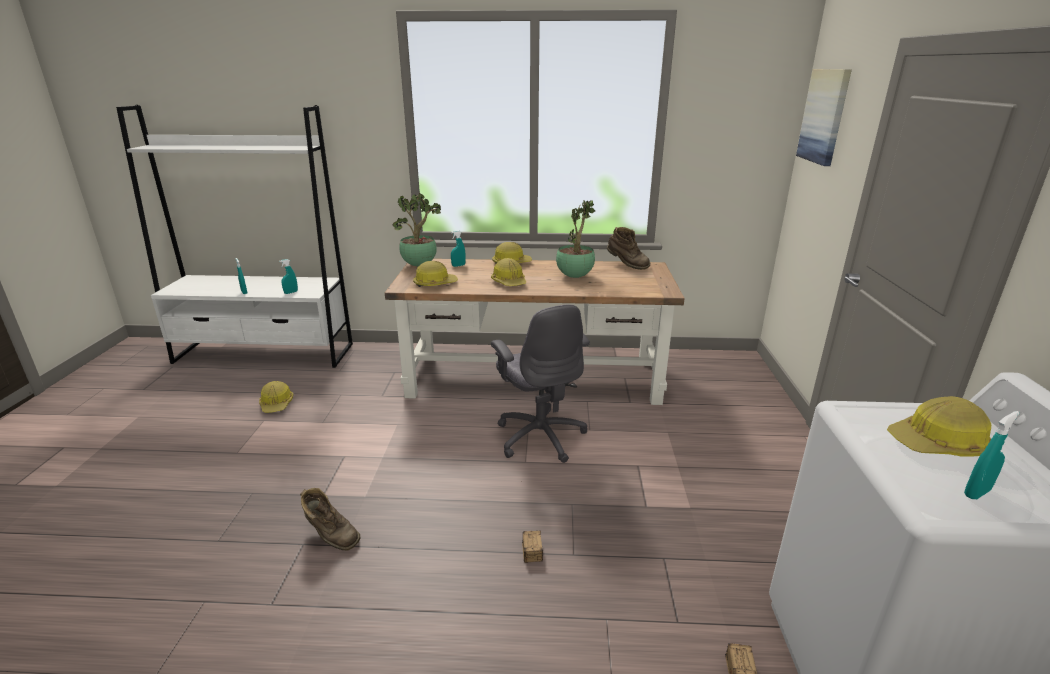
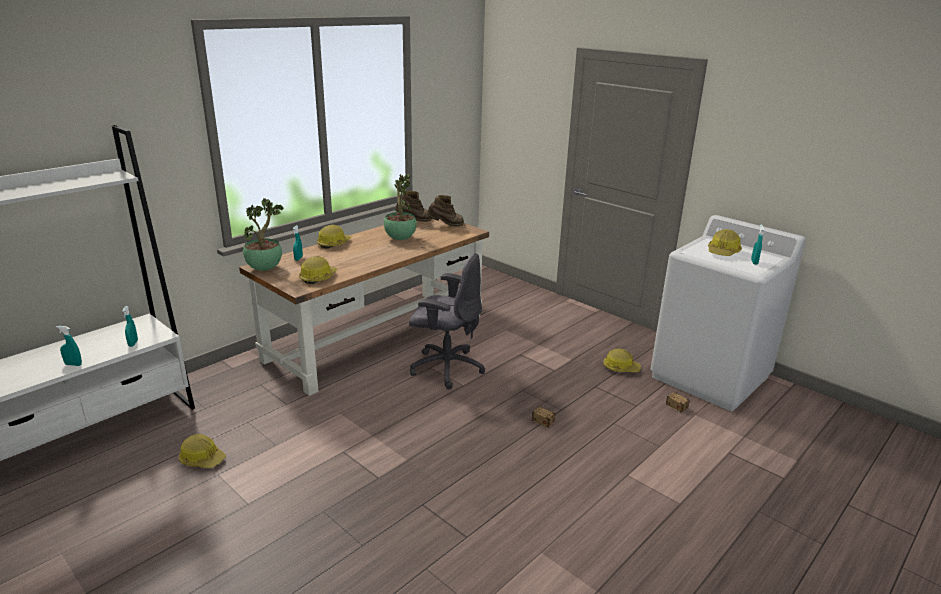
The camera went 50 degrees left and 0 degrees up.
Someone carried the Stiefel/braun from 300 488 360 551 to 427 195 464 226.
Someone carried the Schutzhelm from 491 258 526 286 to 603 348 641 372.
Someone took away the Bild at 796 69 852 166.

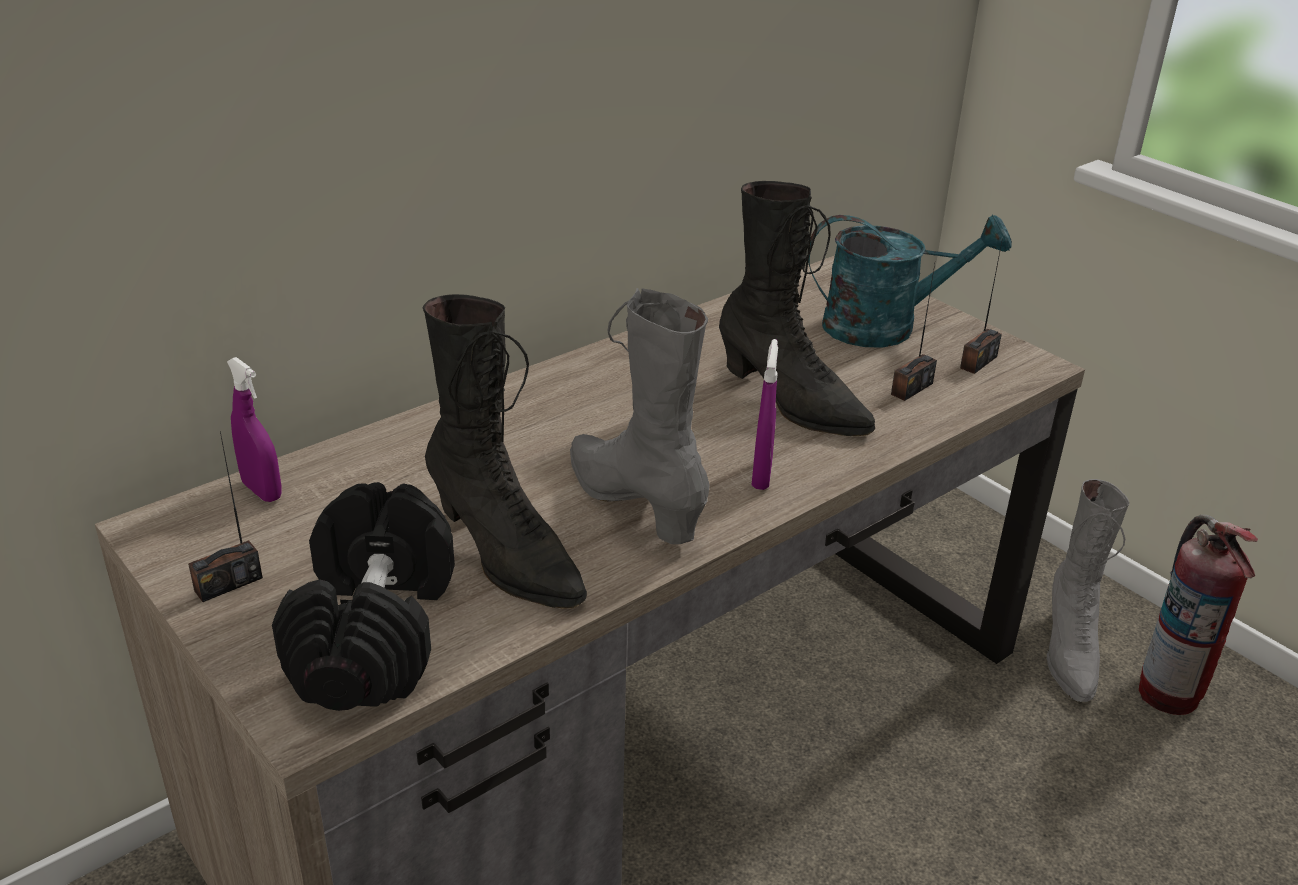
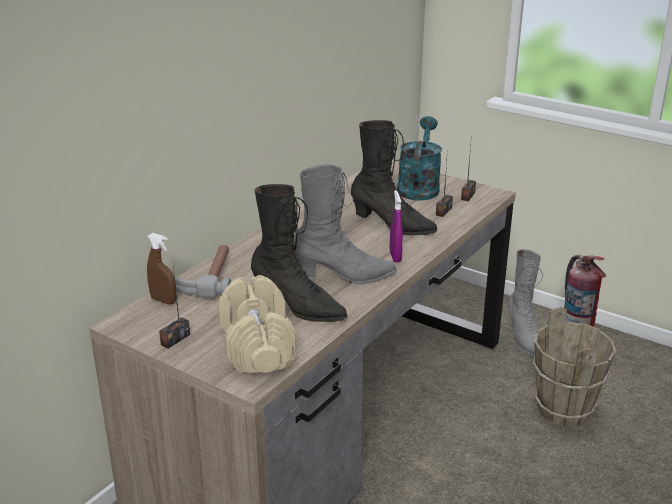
The camera went 15 degrees left and 5 degrees down.
Someone repainted the Sprühflasche/lila at 227 357 281 502, which became the Sprühflasche/braun at 147 233 176 304.
Someone put down the Hammer at 175 245 231 298.
Someone repainted the Hantel/schwarz at 272 482 455 711, which became the Hantel/beige at 218 275 297 373.
Someone rotated the Stiefel/grau at 570 288 710 544 by 135 degrees clockwise.
Someone rotated the Gießkanne/türkis at 808 215 1012 347 by 60 degrees counterclockwise.
Someone put down the Eimer/braun at 533 307 616 426.

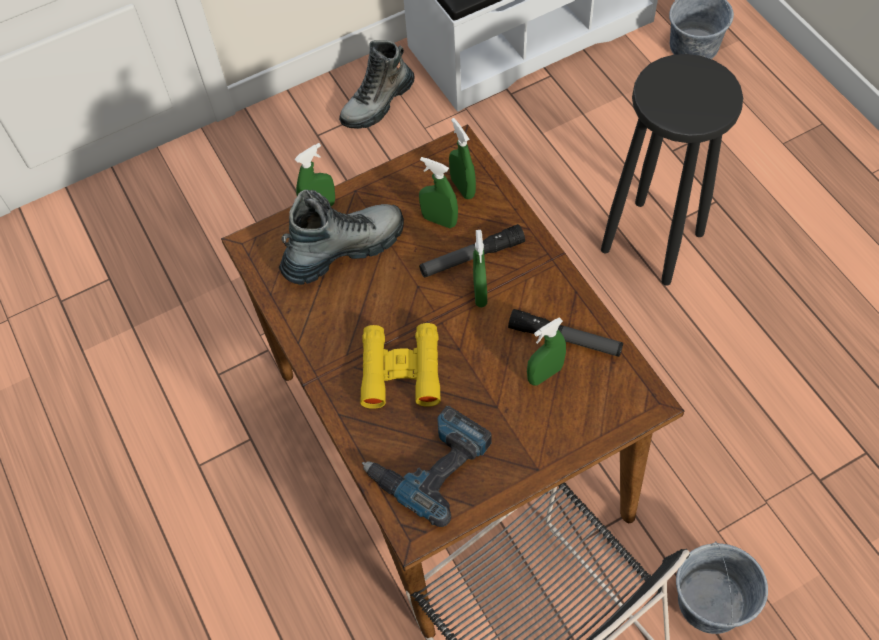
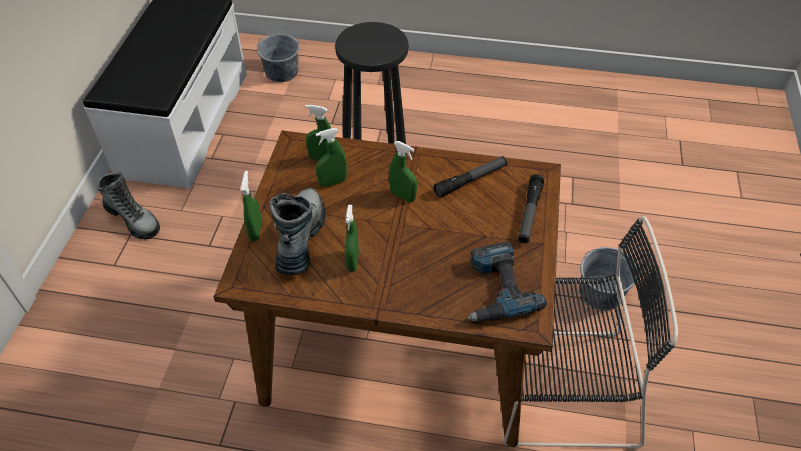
The camera went 55 degrees left and 10 degrees down.
Someone rotated the Stiefel at 339 40 415 129 by 45 degrees counterclockwise.
Someone carried the Sprühflasche/grün from 527 317 566 386 to 345 205 359 272.
Someone carried the Taschenlampe from 419 224 525 277 to 518 174 544 244.
Someone took away the Fernglas/gelb at 360 323 441 409.

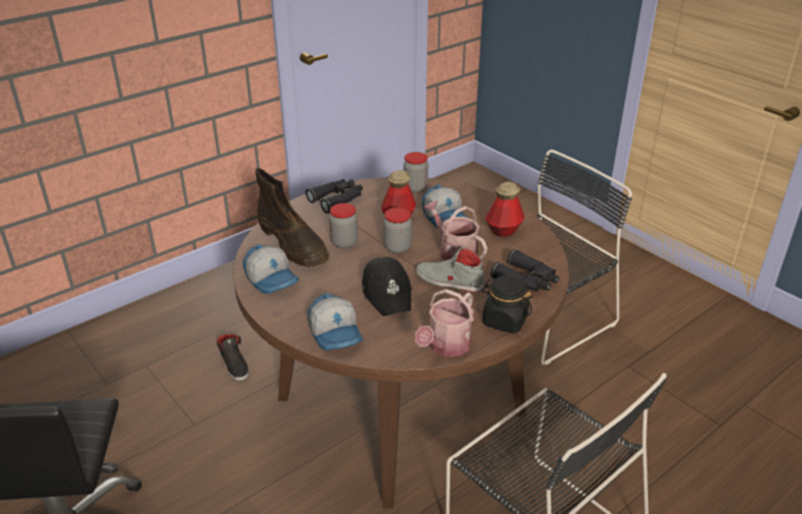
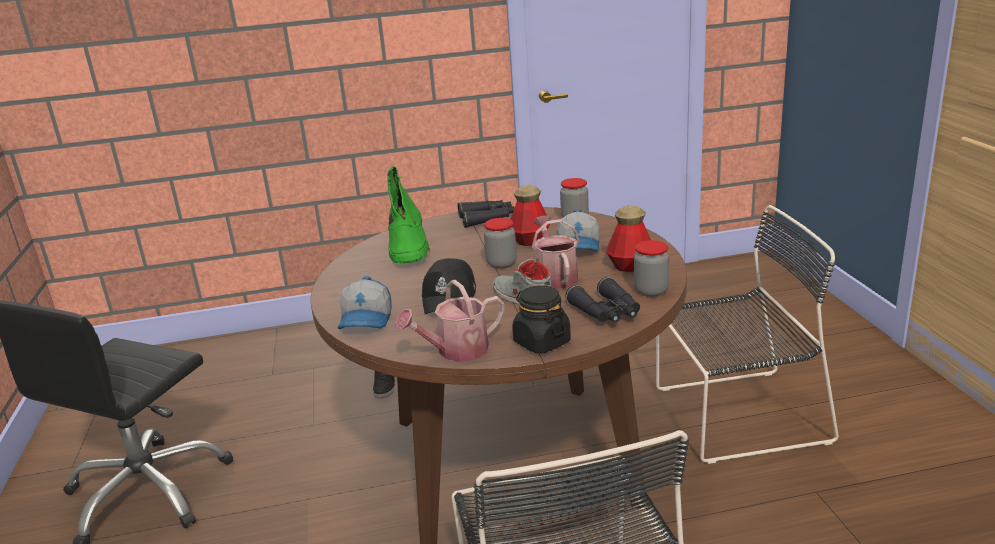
The camera went 30 degrees right and 10 degrees down.
Someone repainted the Stiefel/braun at 255 168 330 267, which became the Stiefel/grün at 387 167 430 264.
Someone carried the Vorratsglas from 329 203 358 249 to 634 240 669 297.
Someone took away the Kappe at 243 244 299 294.

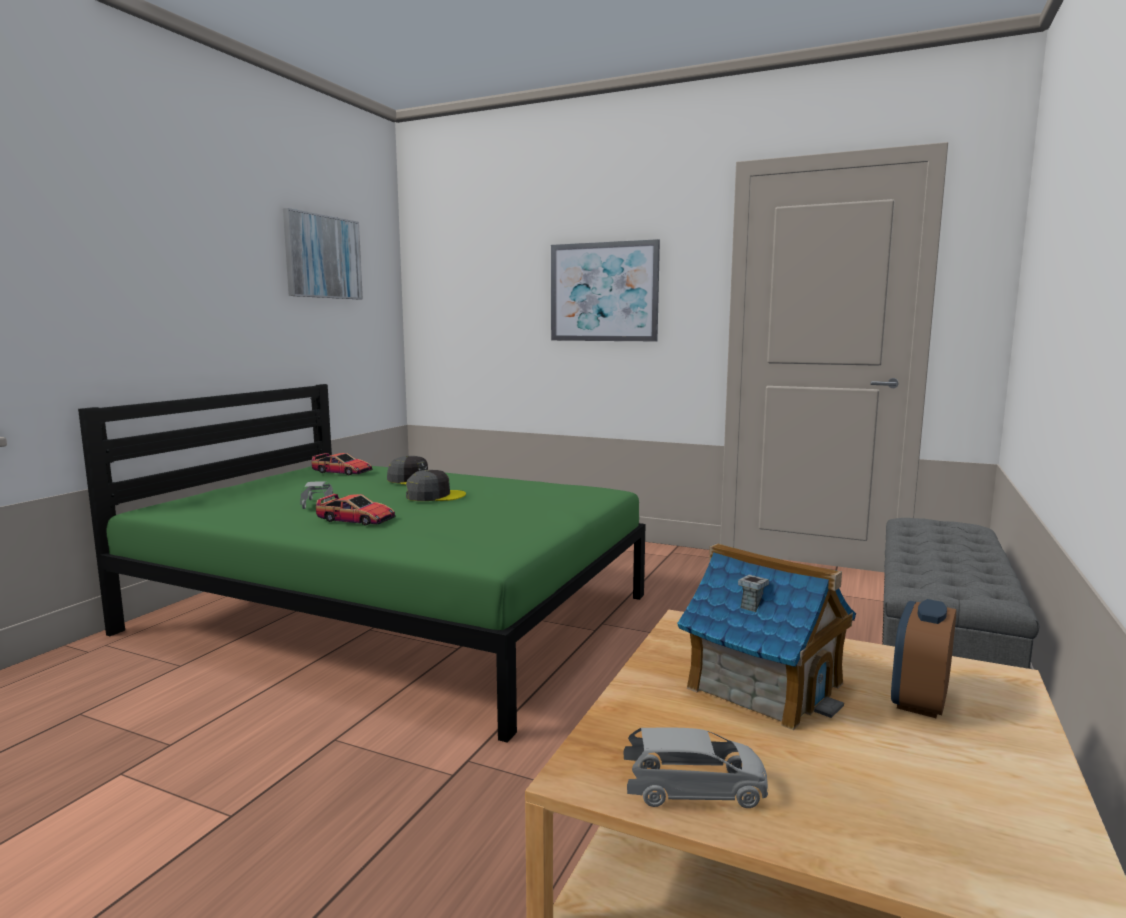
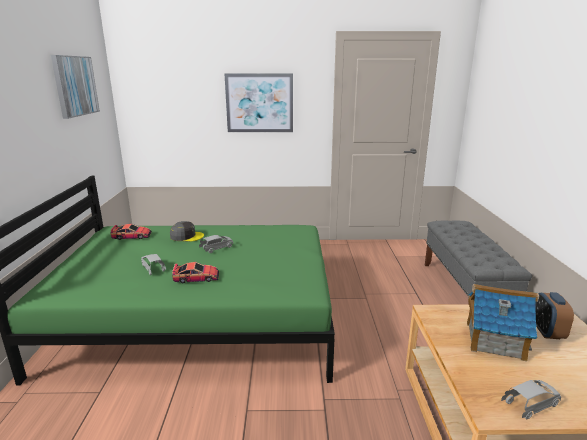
The camera went 25 degrees left and 10 degrees up.
Someone swapped the Kappe/grau at 406 470 466 501 for the Spielzeugauto/grau at 199 235 233 253.

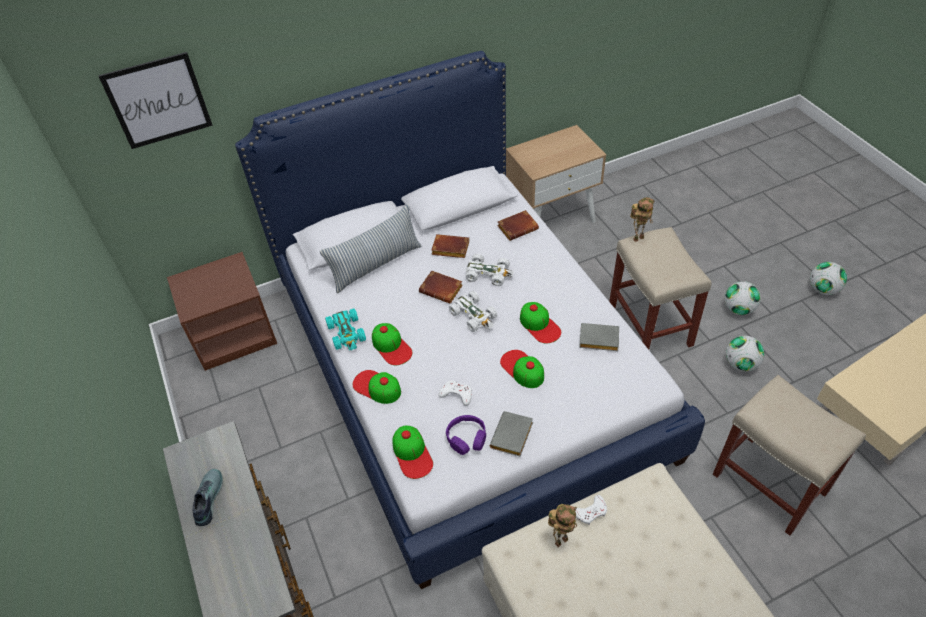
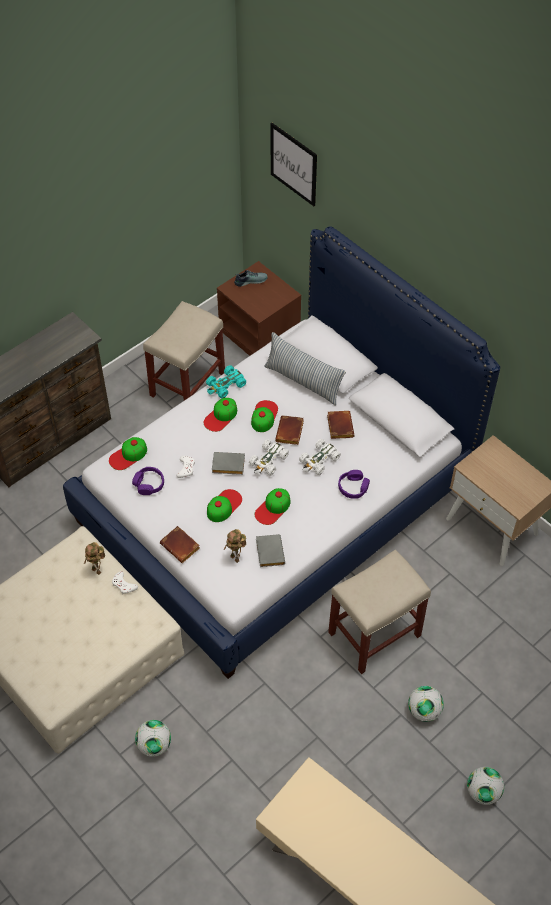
The camera went 70 degrees right and 5 degrees up.
Someone carried the Fußball from 726 336 764 372 to 135 720 171 757.
Someone carried the Hocker/beige from 713 375 866 536 to 143 301 225 400.
Someone carried the Buch/braun from 497 210 539 241 to 160 526 200 563.
Someone carried the Buch/grau from 489 411 533 457 to 212 452 245 475.
Someone carried the Spielzeugroboter from 630 197 654 242 to 224 529 246 563.
Someone carried the Schuh from 193 469 223 526 to 234 270 268 287.
Someone carried the Kappe from 353 370 401 404 to 251 400 278 432.
Someone rotated the Spielzeugauto/weiß at 465 254 514 286 by 45 degrees clockwise.
Someone put down the Kopfhörer/lila at 338 470 370 499.

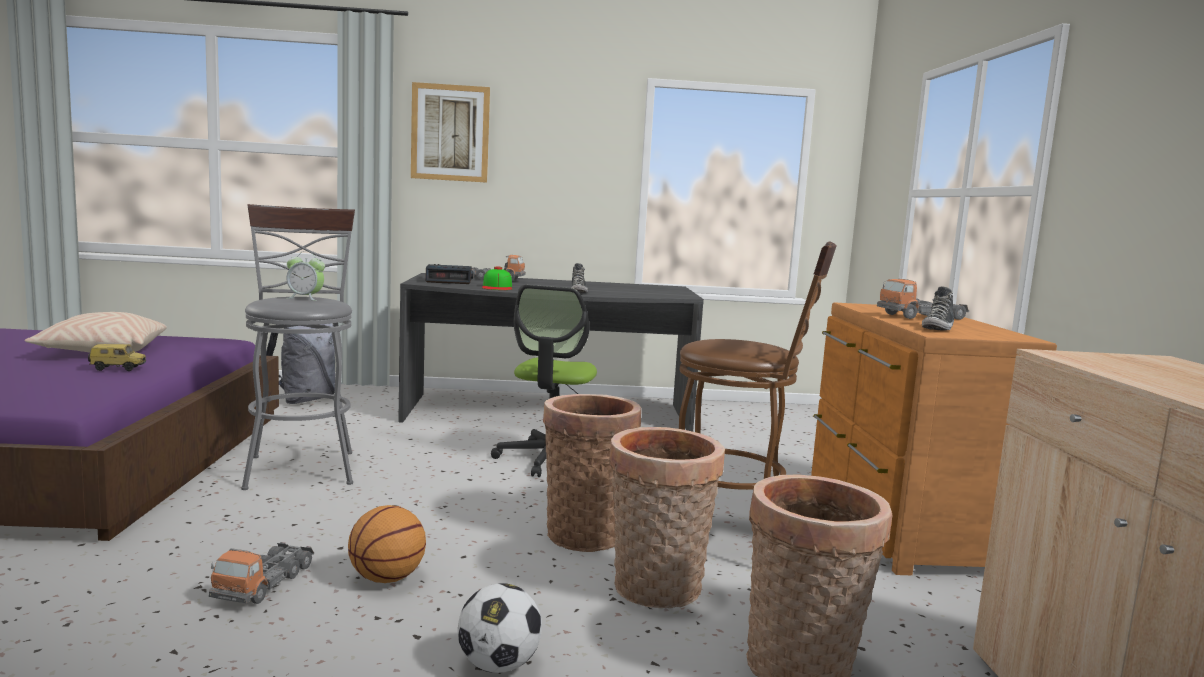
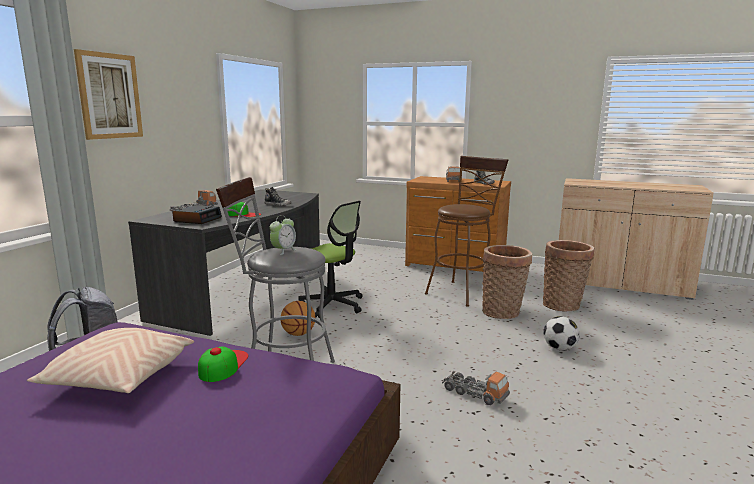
The camera went 65 degrees left and 5 degrees up.
Someone swapped the Spielzeugauto at 88 344 146 371 for the Kappe at 198 347 248 382.
Someone carried the Basketball from 348 505 426 583 to 281 301 316 336.
Someone took away the Korb at 543 394 641 552.

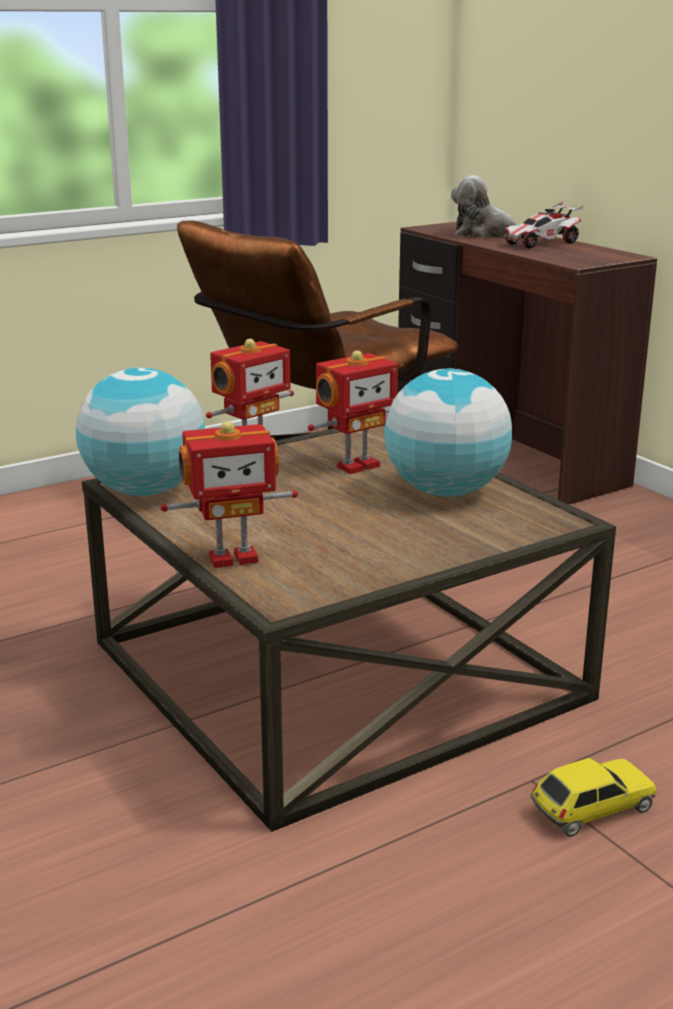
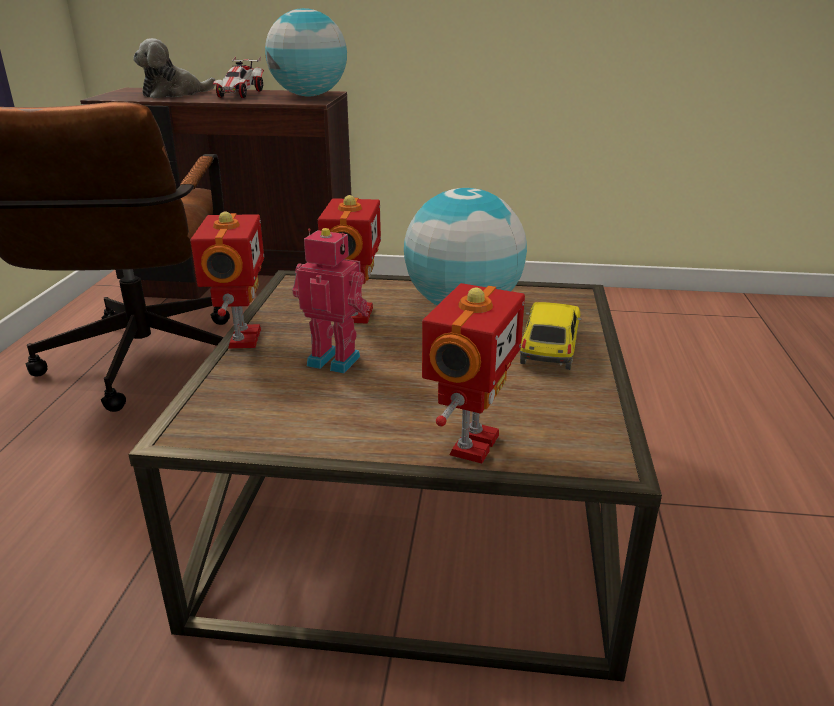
The camera went 50 degrees left and 5 degrees up.
Someone carried the Globus from 76 367 205 496 to 265 8 347 96.
Someone put down the Spielzeugroboter at 292 228 370 373.
Someone carried the Spielzeugauto from 530 758 657 837 to 520 302 581 370.

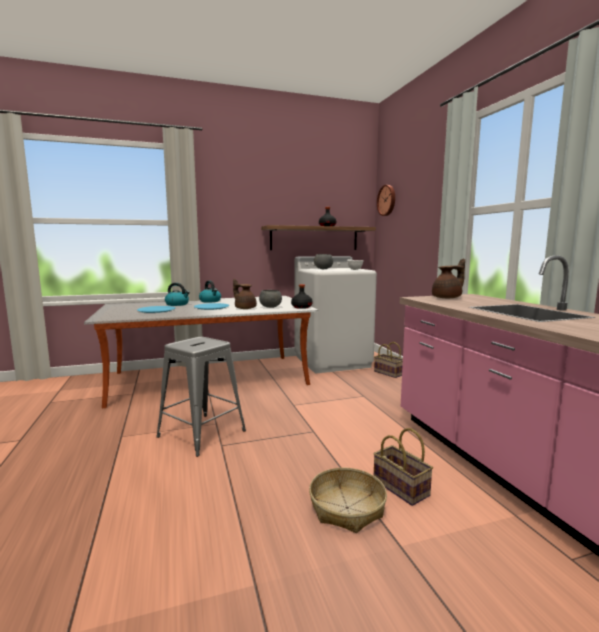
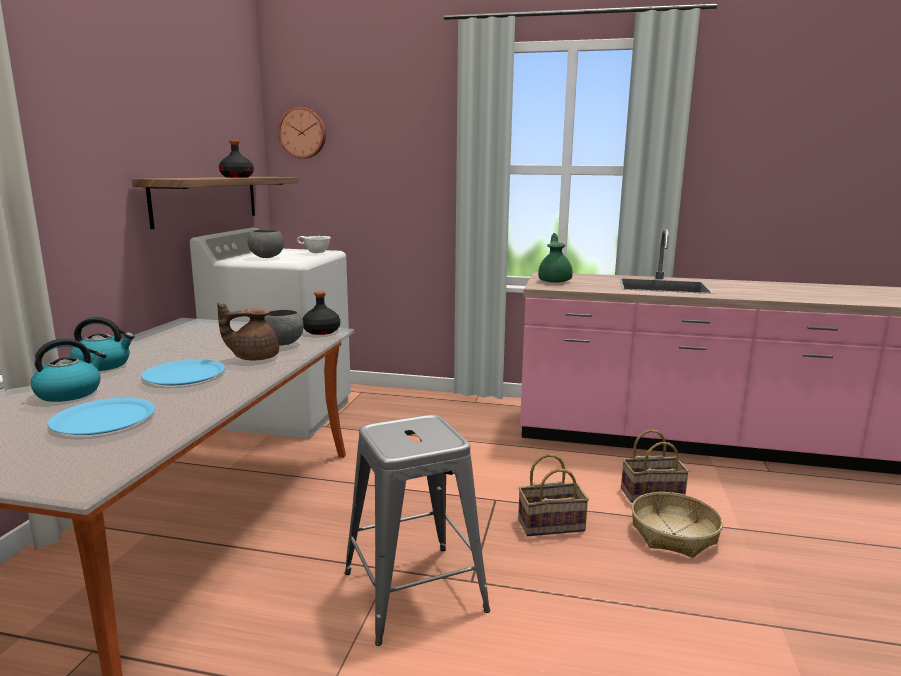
The camera went 60 degrees left and 5 degrees up.
Someone carried the Korb from 374 342 403 378 to 518 454 589 536.
Someone repainted the Teekanne/braun at 432 259 465 298, which became the Teekanne/grün at 538 233 573 283.

